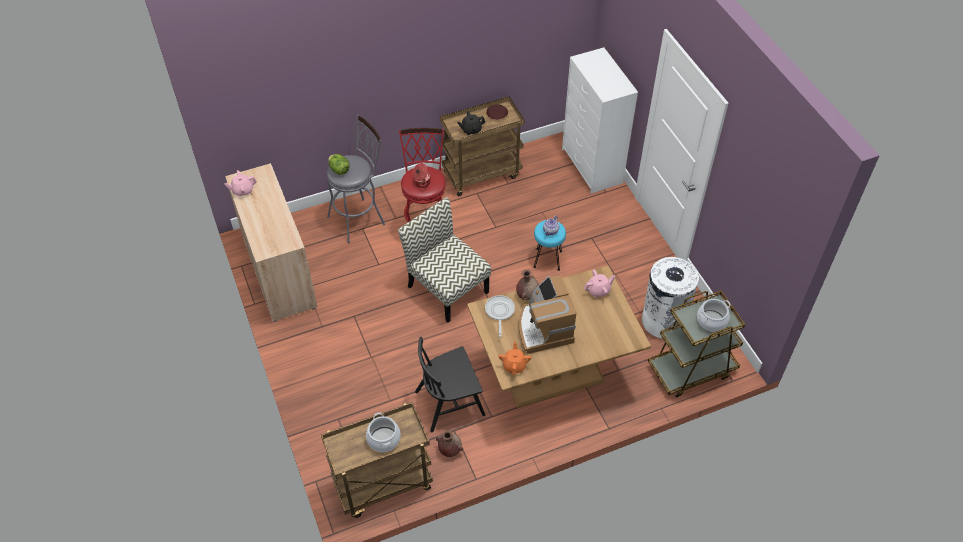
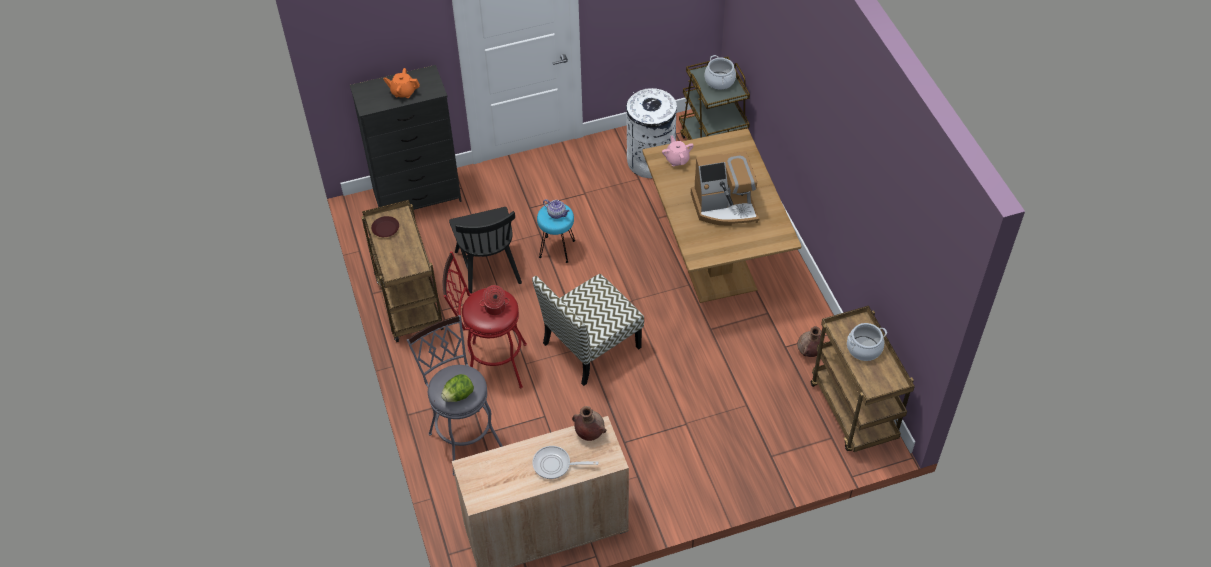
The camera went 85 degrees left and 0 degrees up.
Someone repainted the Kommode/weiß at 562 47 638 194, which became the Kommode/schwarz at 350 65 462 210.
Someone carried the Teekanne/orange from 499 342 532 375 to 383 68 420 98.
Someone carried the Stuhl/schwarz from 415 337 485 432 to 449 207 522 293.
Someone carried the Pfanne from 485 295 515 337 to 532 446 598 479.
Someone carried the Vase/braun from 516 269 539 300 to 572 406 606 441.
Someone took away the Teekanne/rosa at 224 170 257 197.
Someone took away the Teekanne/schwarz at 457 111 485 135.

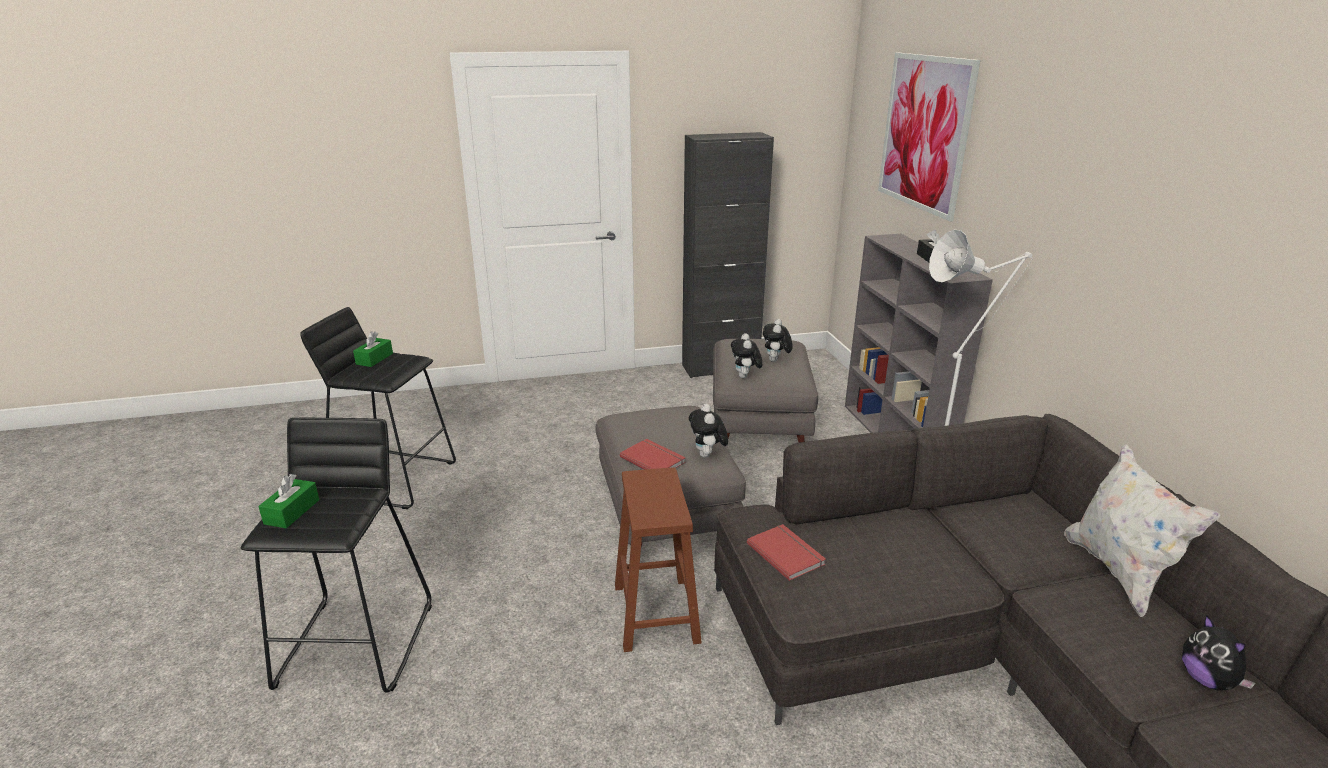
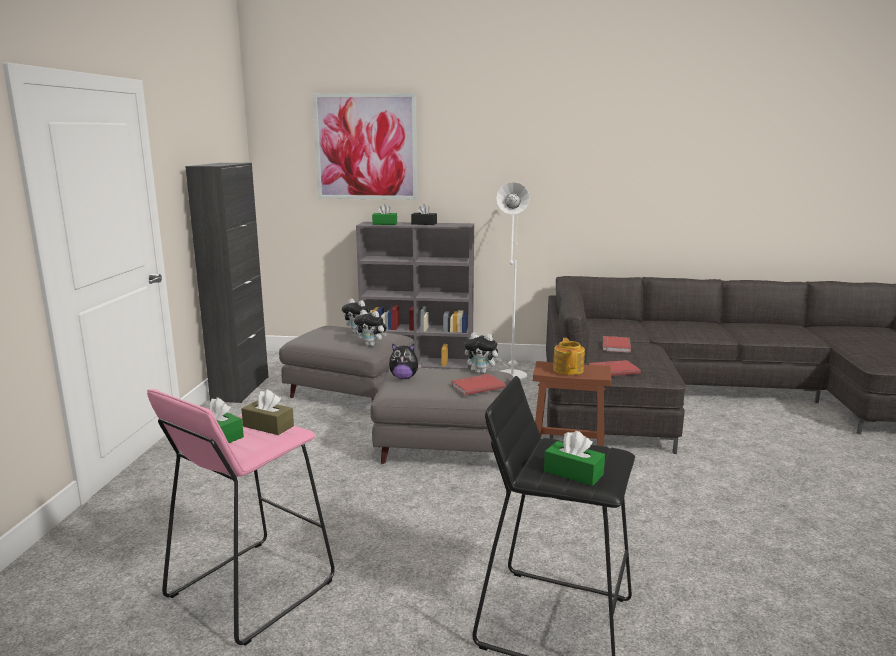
The camera went 70 degrees left and 10 degrees down.
Someone repainted the Hocker/schwarz at 300 307 456 509, which became the Hocker/rosa at 147 389 335 646.
Someone put down the Taschentuchbox/braun at 241 389 294 435.
Someone put down the Taschentuchbox/grün at 372 204 397 225.
Someone carried the Plüschtier from 1182 615 1256 691 to 389 343 422 379.
Someone put down the Teekanne at 553 338 585 375.
Someone put down the Buch/rot at 603 336 631 353.
Someone took away the Kissen/weiß at 1064 444 1221 617.

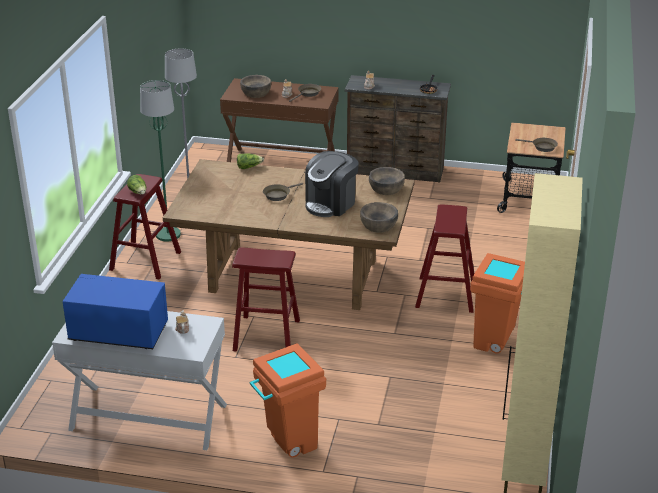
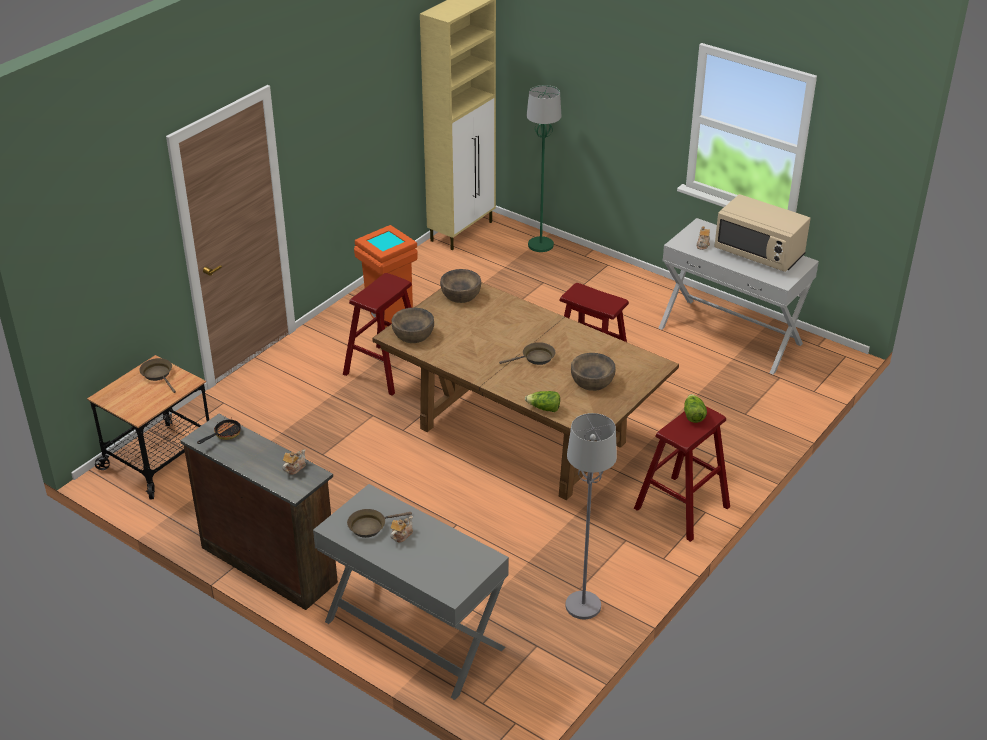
The camera went 155 degrees left and 5 degrees up.
Someone repainted the Konsolentisch/braun at 220 78 339 162, which became the Konsolentisch/grau at 313 484 509 700.
Someone carried the Stehlampe/grün from 140 80 181 241 to 527 85 561 252.
Someone carried the Schüssel/braun from 240 75 271 98 to 571 353 615 391.
Someone repainted the Mikrowelle/blau at 63 274 168 349, which became the Mikrowelle/beige at 714 194 811 272.
Someone took away the Mülleimer/orange at 249 343 326 458.
Someone took away the Kaffeemaschine at 305 151 359 217.

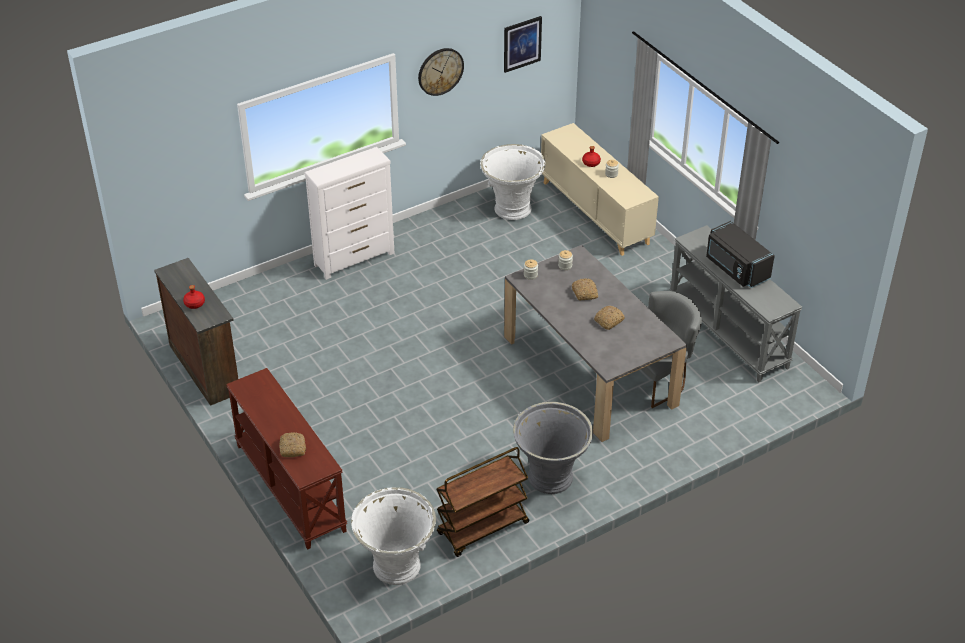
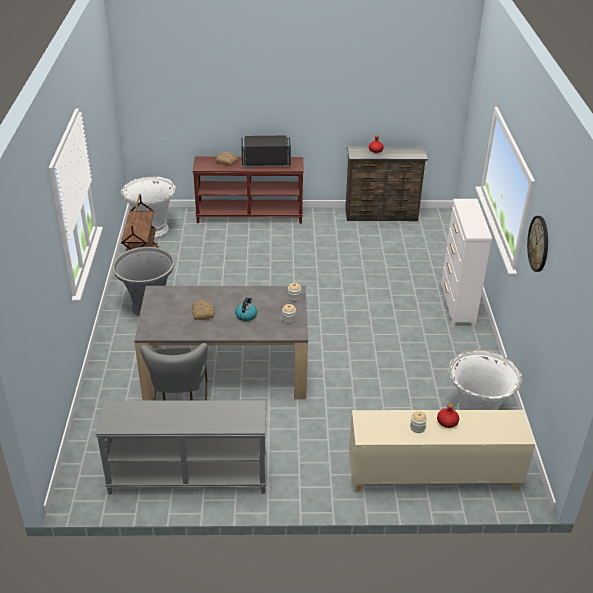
The camera went 120 degrees right and 5 degrees down.
Someone swapped the Brot at 572 278 598 301 for the Wasserkessel at 235 297 257 321.
Someone carried the Mikrowelle/schwarz from 706 221 775 288 to 241 136 291 167.
Someone took away the Bild at 504 16 542 73.

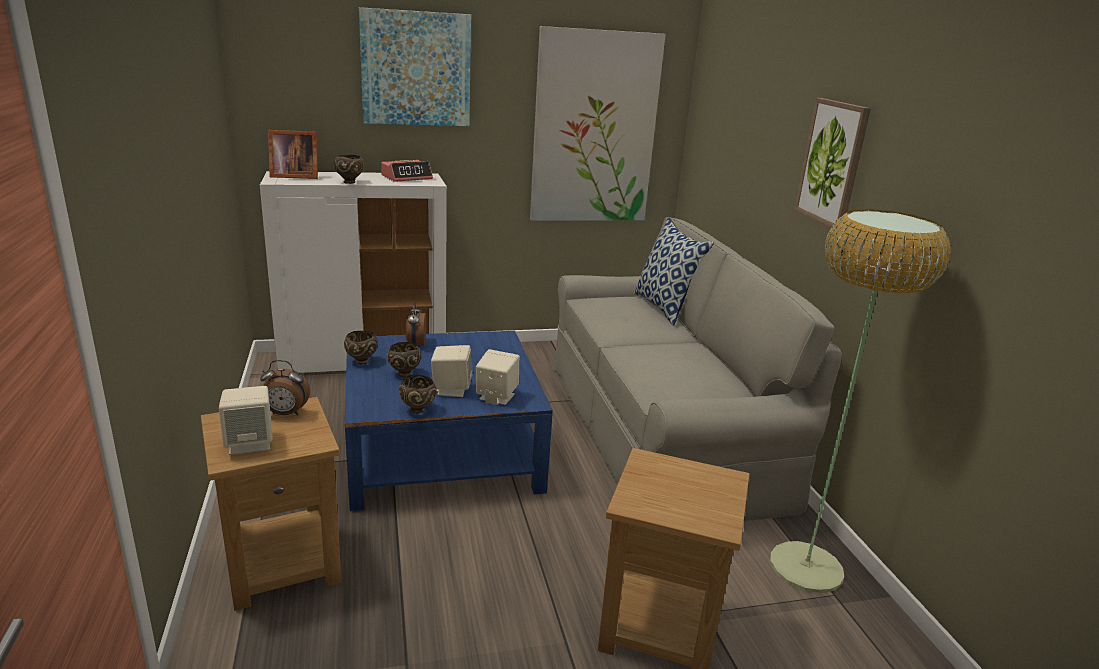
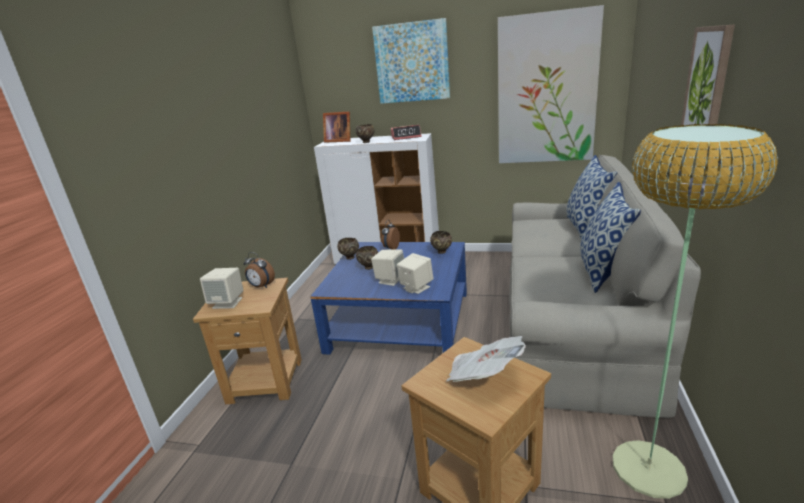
The camera went 30 degrees right and 0 degrees up.
Someone carried the Schüssel/braun from 399 374 437 414 to 430 231 452 254.
Someone put down the Zeitung at 446 336 526 382.
Someone put down the Kissen at 580 182 641 293.

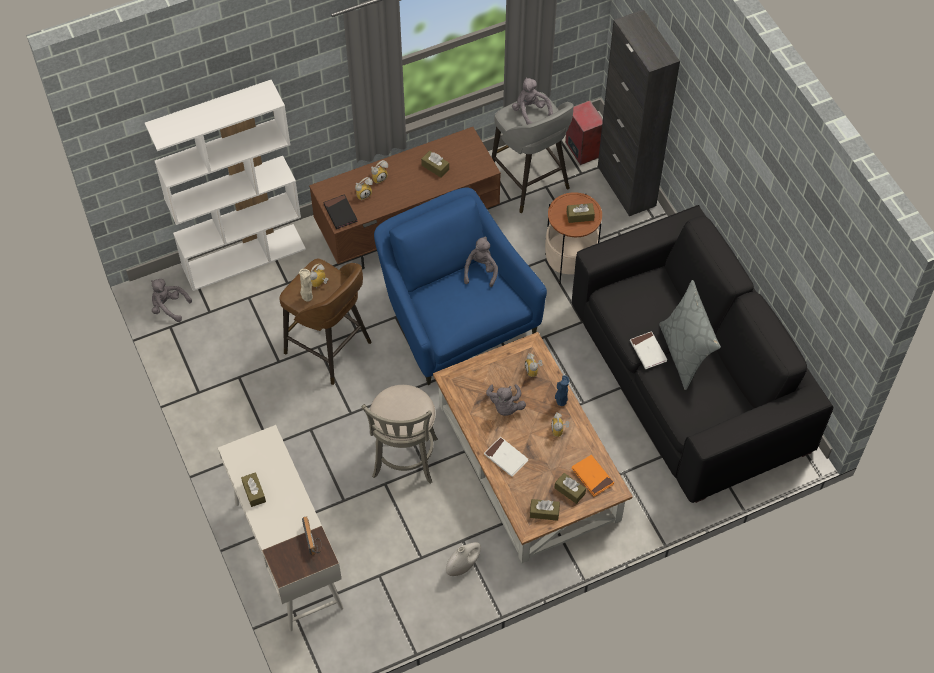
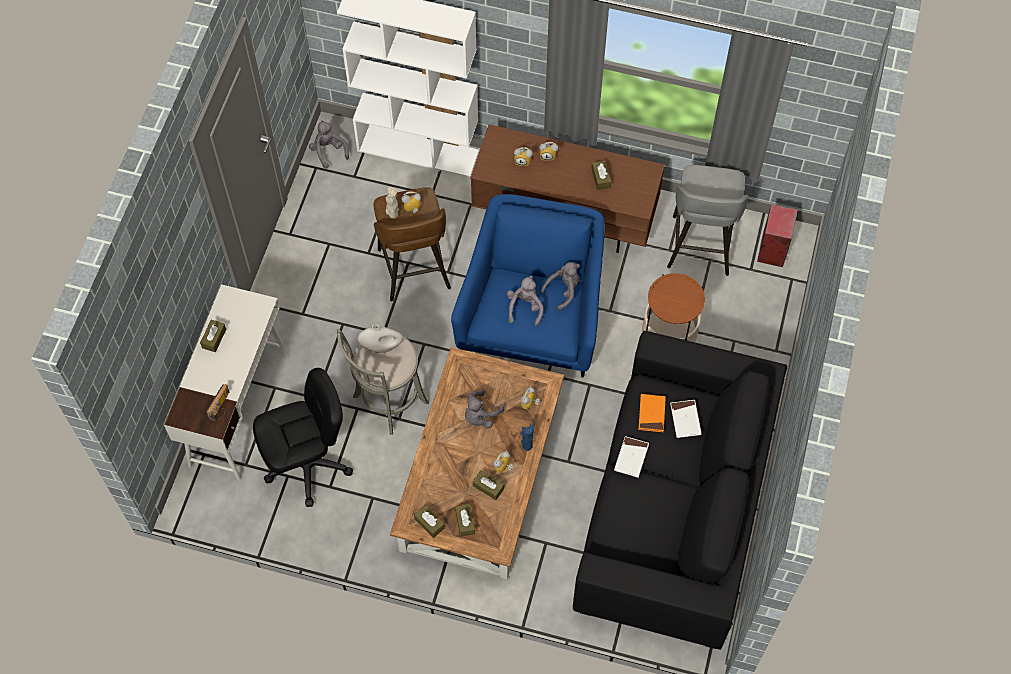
The camera went 40 degrees right and 5 degrees up.
Someone put down the Bürostuhl/schwarz at 253 368 353 507.
Someone carried the Vase/weiß from 446 542 481 576 to 358 324 403 353.
Someone carried the Taschentuchbox/braun from 567 203 595 223 to 473 470 504 500.
Someone carried the Plüschtier/grau from 512 77 553 125 to 507 276 544 327.
Someone carried the Buch/orange from 571 455 614 496 to 639 394 666 432.
Someone carried the Buch/weiß from 484 437 528 477 to 670 400 701 438.
Someone took away the Buch/schwarz at 323 194 358 229.
Someone took away the Schrank/schwarz at 598 10 680 216.
Someone took away the Kissen/grau at 659 280 721 390.

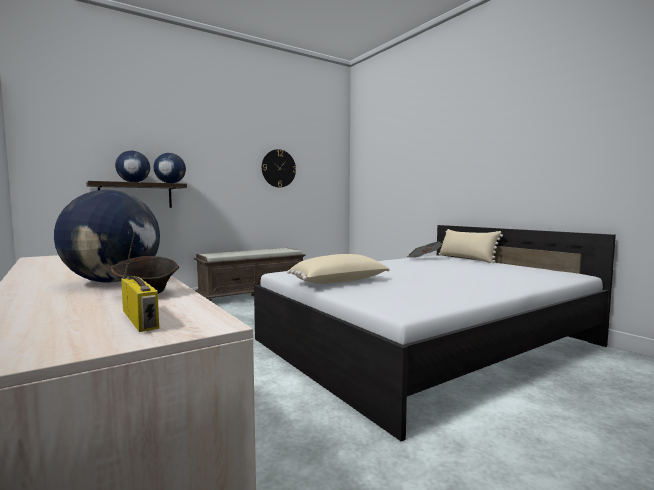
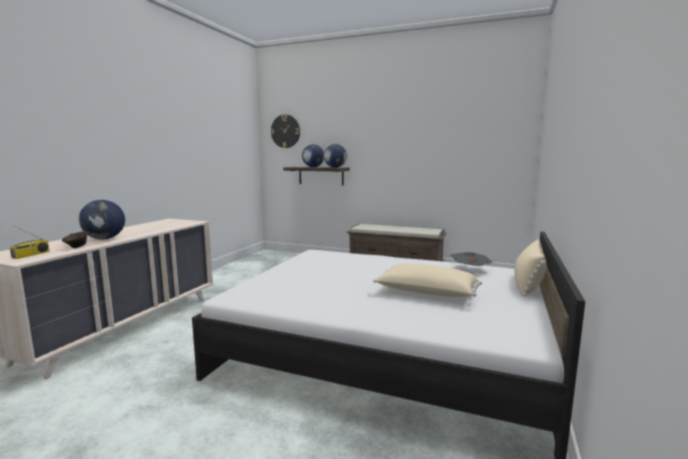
The camera went 55 degrees right and 5 degrees up.
Someone carried the Wanduhr from 262 149 296 188 to 270 115 300 148.
Someone carried the Kissen/beige from 287 254 390 284 to 373 263 482 297.

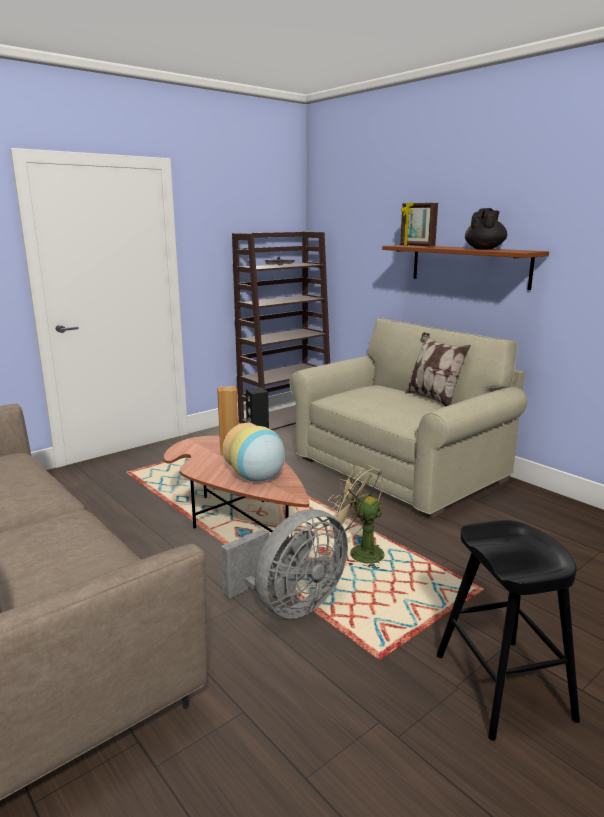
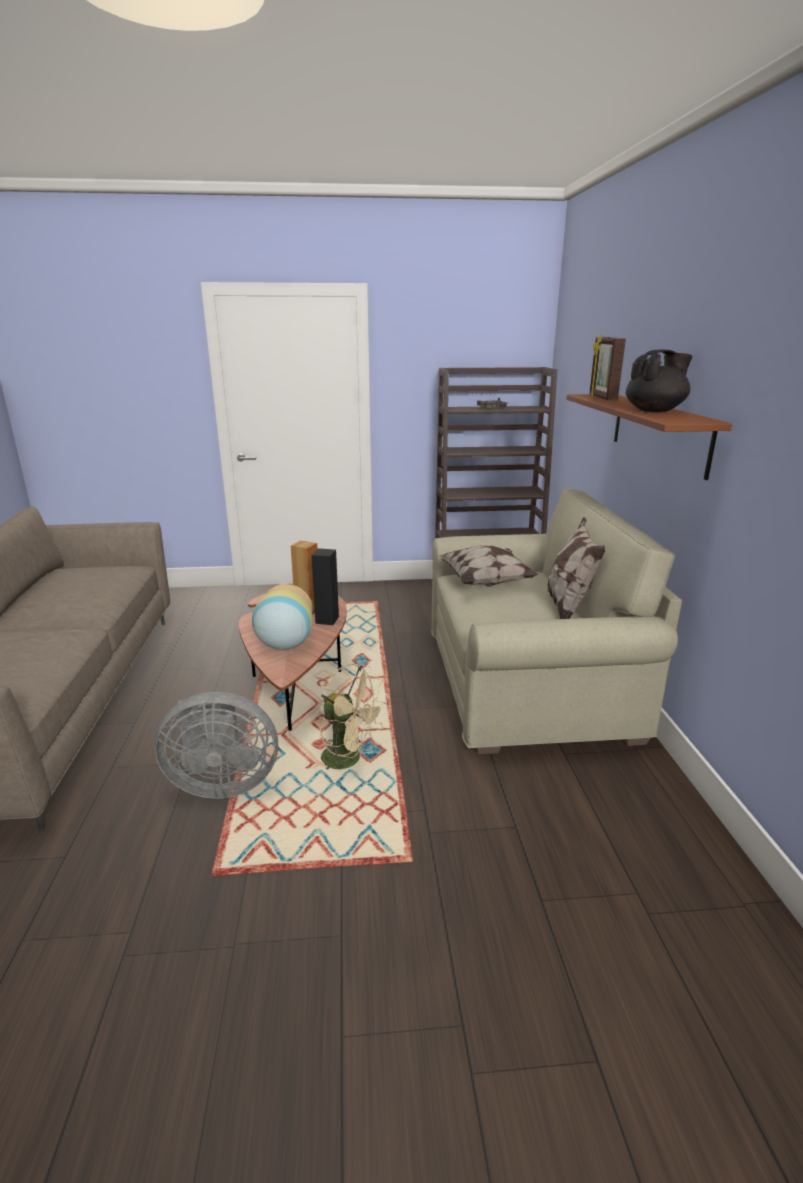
The camera went 35 degrees right and 5 degrees up.
Someone rotated the Ventilator/beige at 325 464 384 569 by 135 degrees clockwise.
Someone put down the Kissen at 438 545 538 586.
Someone took away the Hocker/schwarz at 437 520 580 741.

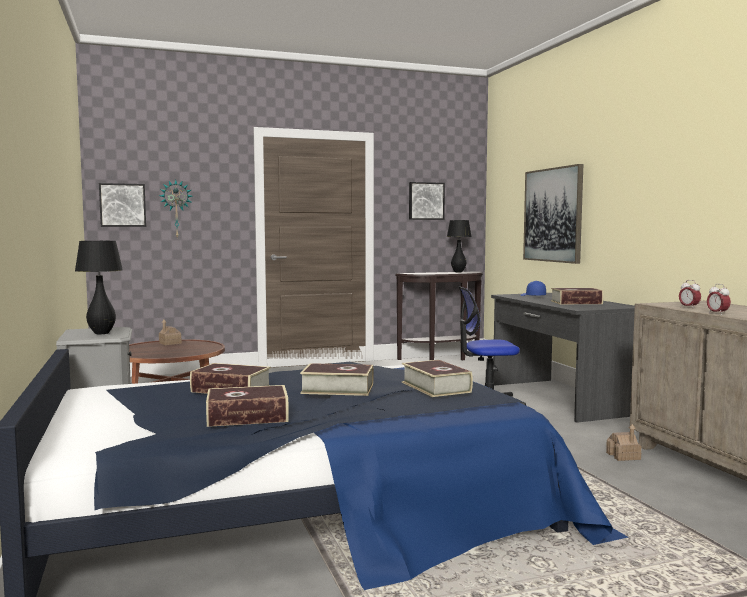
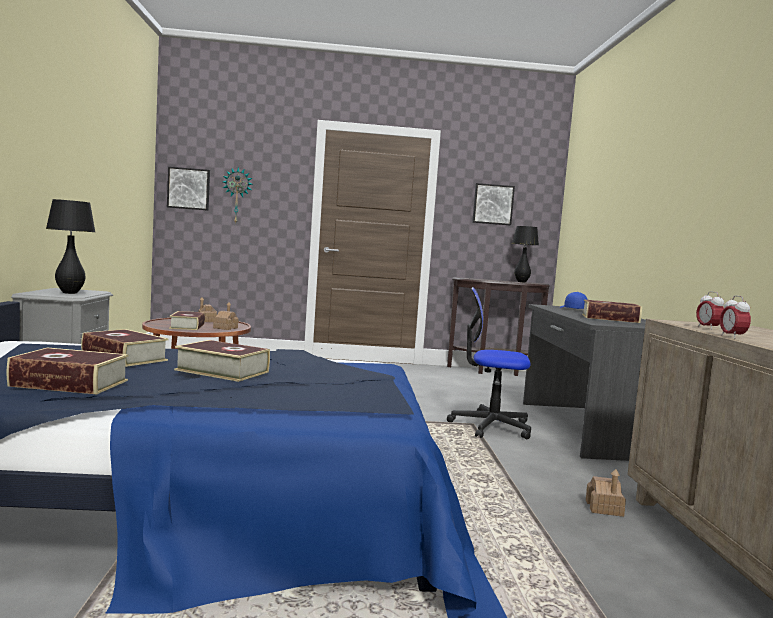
The camera went 15 degrees right and 0 degrees up.
Someone carried the Buch from 402 360 473 397 to 169 311 205 330.
Someone put down the Spielzeughaus at 213 302 238 330.
Someone took away the Bild at 523 164 583 264.

